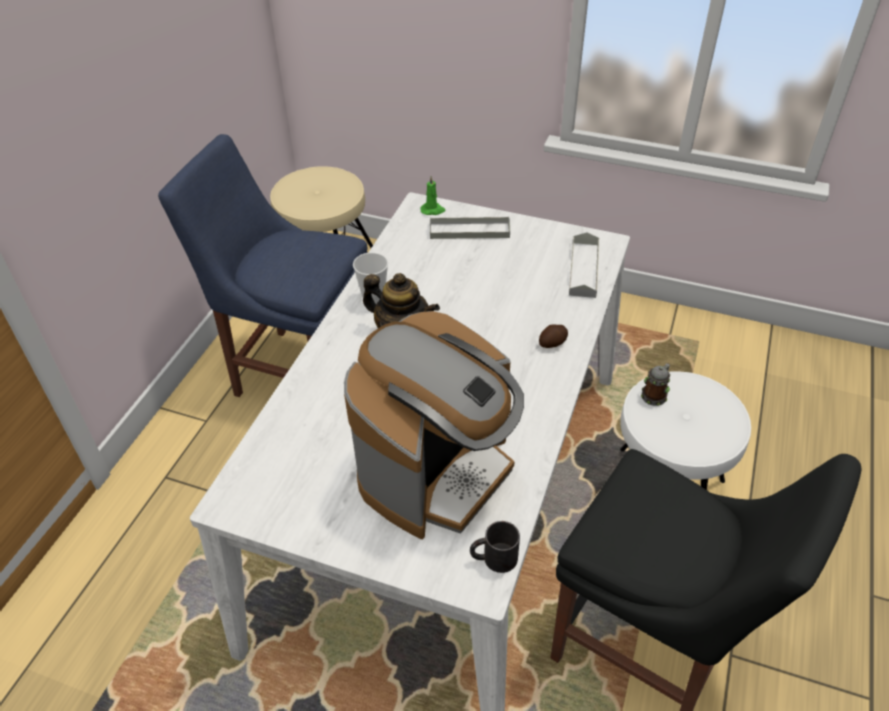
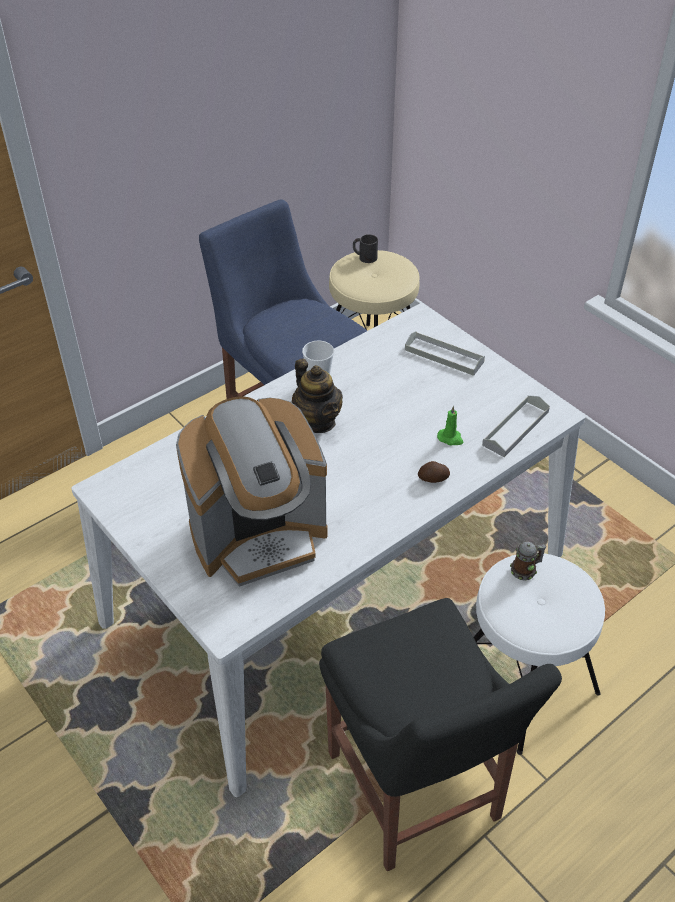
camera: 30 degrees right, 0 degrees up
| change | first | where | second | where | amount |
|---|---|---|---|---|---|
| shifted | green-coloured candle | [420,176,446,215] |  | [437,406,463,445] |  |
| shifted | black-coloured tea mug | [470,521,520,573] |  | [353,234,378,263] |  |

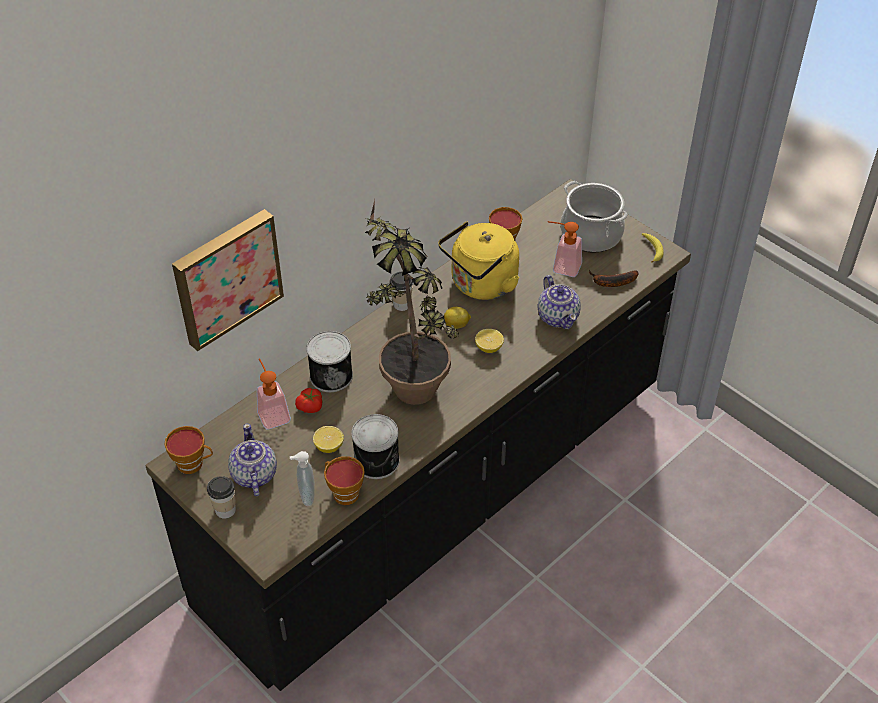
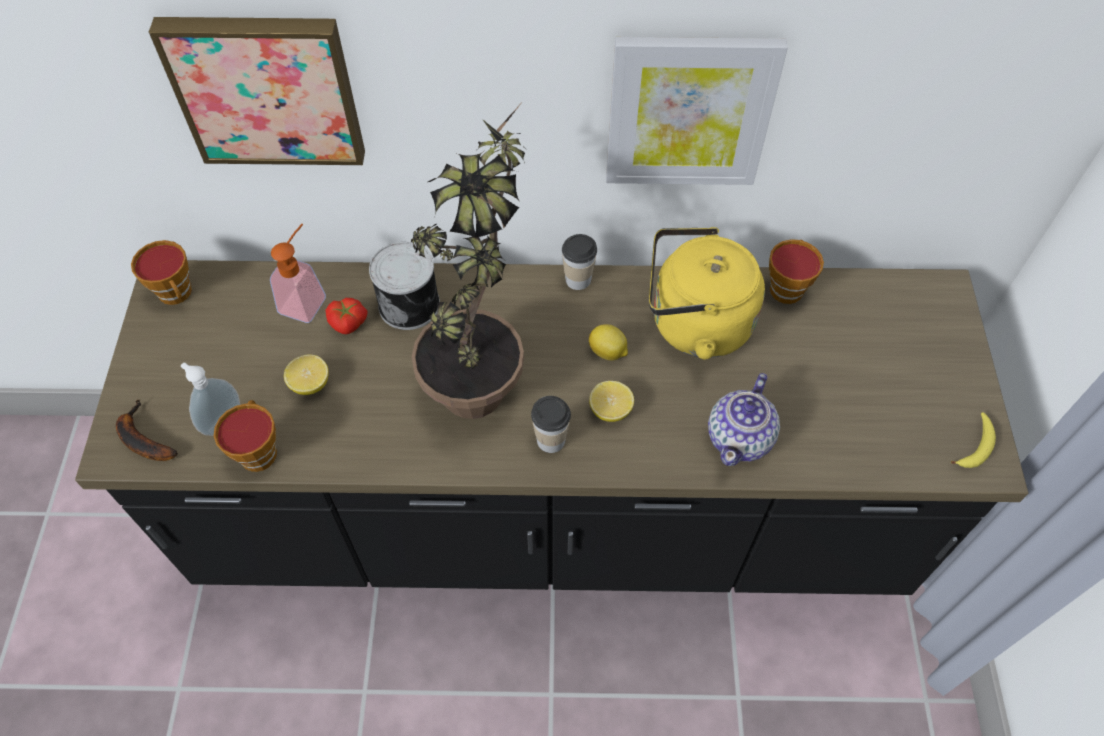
camera: 45 degrees right, 10 degrees up
| change | first | where | second | where | amount |
|---|---|---|---|---|---|
| gone | pot for tea | [228,423,277,496] |  |  |  |
| gone | metal can | [352,414,400,479] |  |  |  |
| gone | liquid soap bottle | [548,221,582,277] |  |  |  |
| gone | saucepot | [560,181,628,253] |  |  |  |
| new |  |  | wall picture | [606,37,788,185] |  |
| shifted | cup | [207,476,236,519] |  | [531,396,571,453] |  |
| shifted | whole banana | [589,269,638,287] |  | [116,399,178,461] |  |

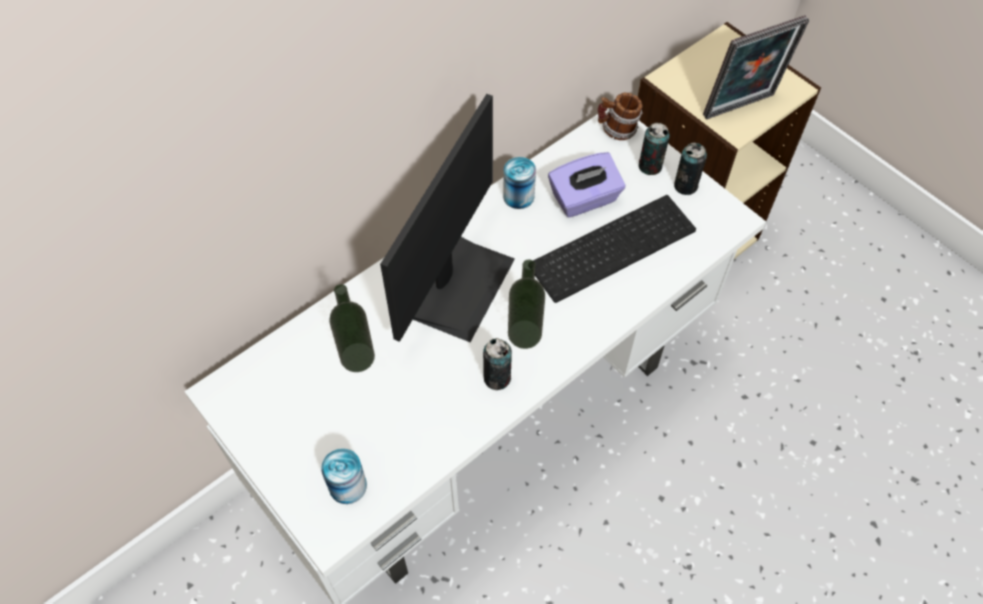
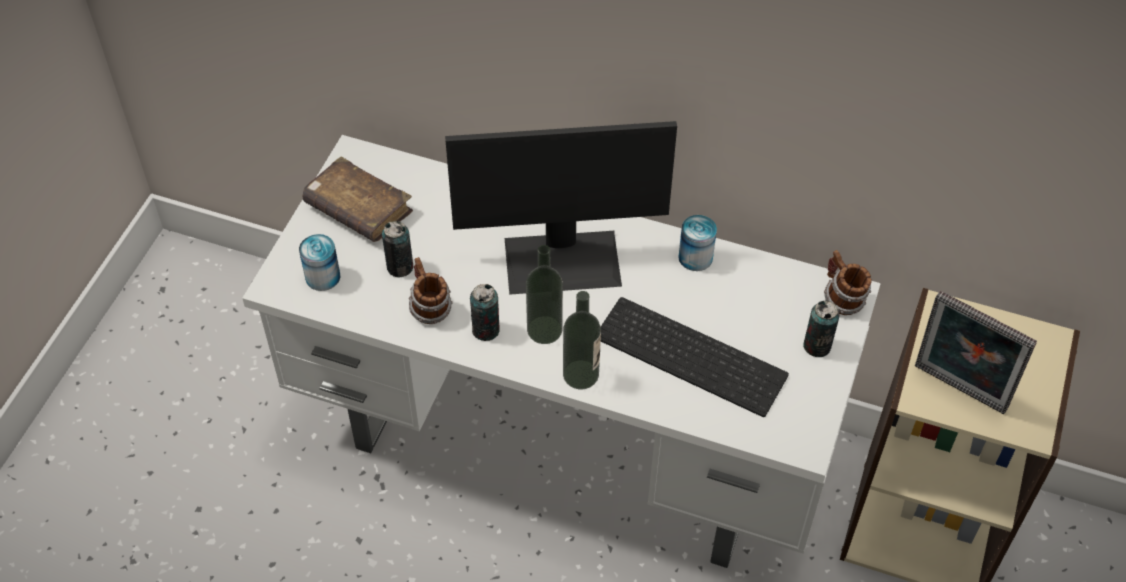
camera: 60 degrees right, 5 degrees down
| change | first | where | second | where | amount |
|---|---|---|---|---|---|
| gone | purple-coloured tissue holder | [548,152,625,217] |  |  |  |
| new |  |  | brown book | [302,157,413,242] |  |
| new |  |  | tea mug | [409,257,452,324] |  |
| shifted | beverage bottle | [329,284,375,372] |  | [563,291,601,389] |  |
| shifted | metal can | [674,143,707,195] |  | [382,221,413,277] |  |

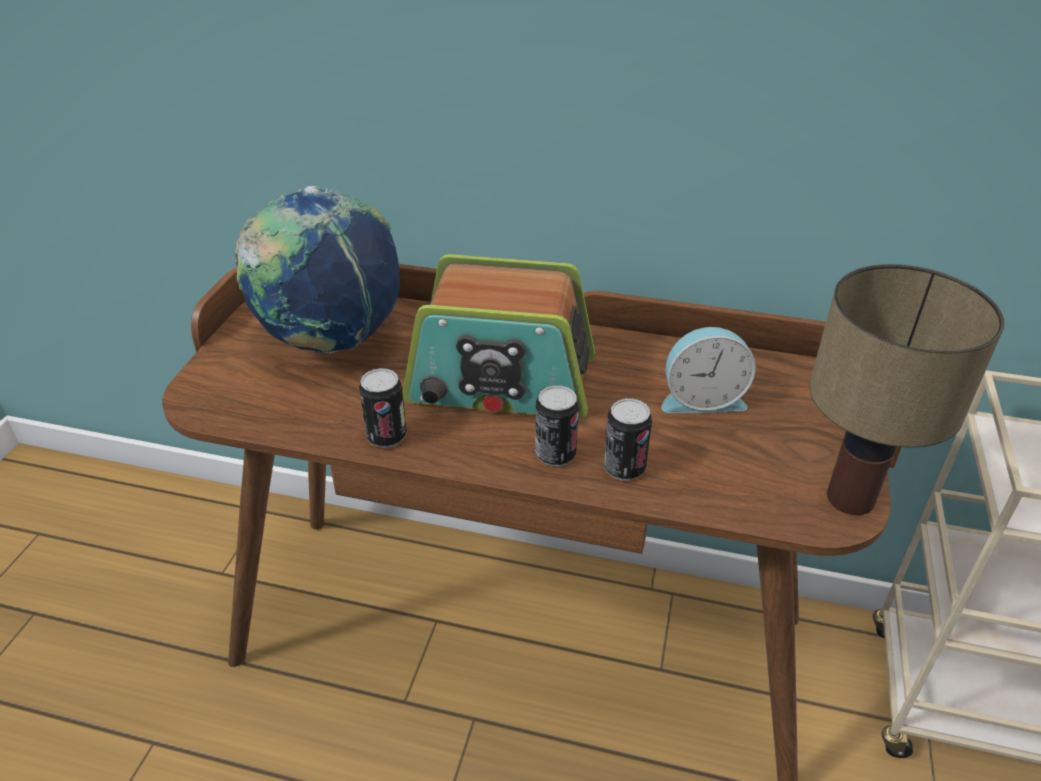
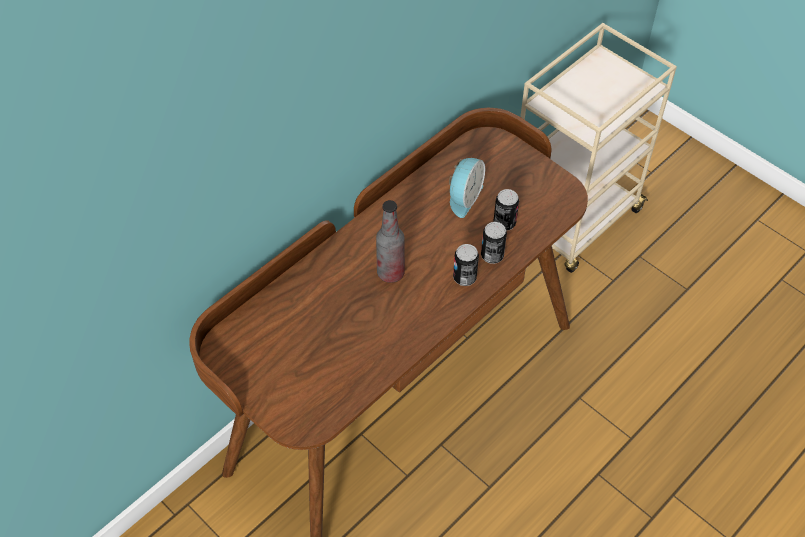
camera: 60 degrees left, 15 degrees up
| change | first | where | second | where | amount |
|---|---|---|---|---|---|
| gone | globe | [235,186,399,354] |  |  |  |
| gone | lamp for a table | [809,264,1004,515] |  |  |  |
| shifted | metal can | [359,368,407,448] |  | [493,189,519,231] |  |
| swapped | radio | [402,254,595,419] | beverage bottle | [376,200,405,283] |  |

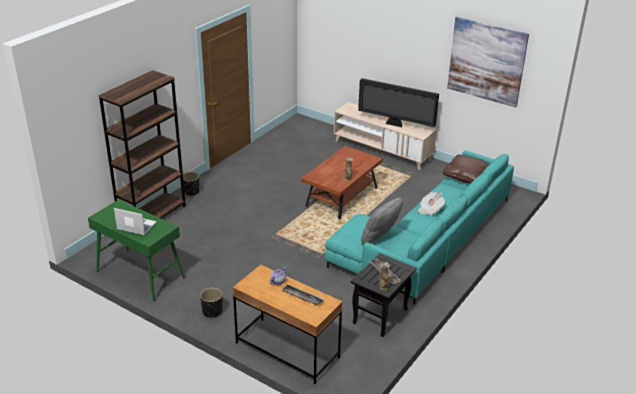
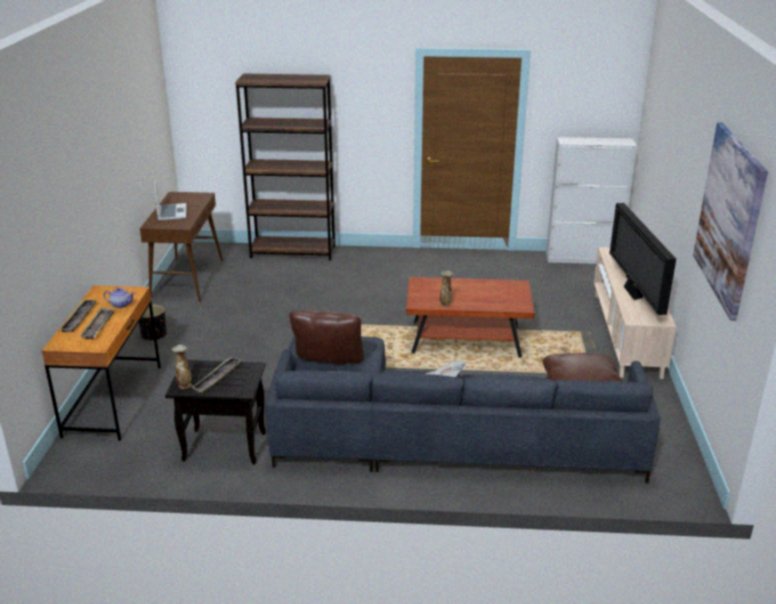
camera: 60 degrees right, 5 degrees down
| change | first | where | second | where | amount |
|---|---|---|---|---|---|
| gone | black-coloured plant pot | [183,172,200,196] |  |  |  |
| new |  |  | tray | [60,300,96,332] |  |
| new |  |  | whitish cupboard | [546,137,637,264] |  |
| repainted | green-coloured hall table | [88,199,185,301] | brown hall table | [140,192,223,302] |  |
| repainted | turquoise-coloured sofa | [324,151,514,305] | greyish sofa | [266,335,660,483] |  |
| repainted | greyish pillow | [361,198,403,245] | brown pillow | [289,310,364,364] |  |

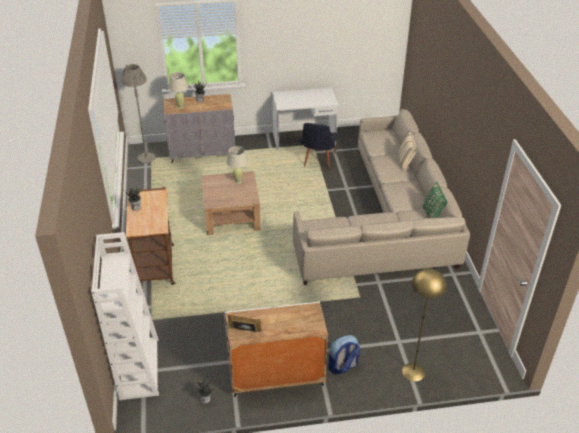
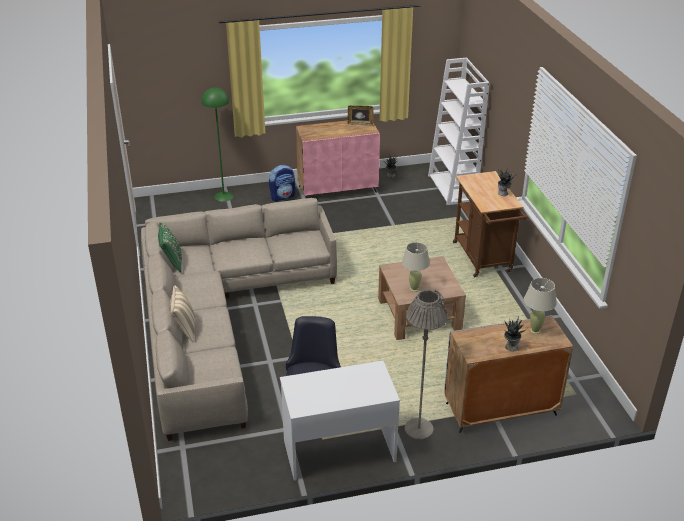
camera: 175 degrees right, 5 degrees down
| change | first | where | second | where | amount |
|---|---|---|---|---|---|
| shifted | greyish floor lamp | [122,64,155,163] |  | [405,290,448,440] |  |
| repainted | whitish cupboard | [225,301,328,397] | pink cupboard | [296,120,380,198] |  |
| repainted | yellowish floor lamp | [402,268,447,381] | green-coloured floor lamp | [201,87,233,202] |  |

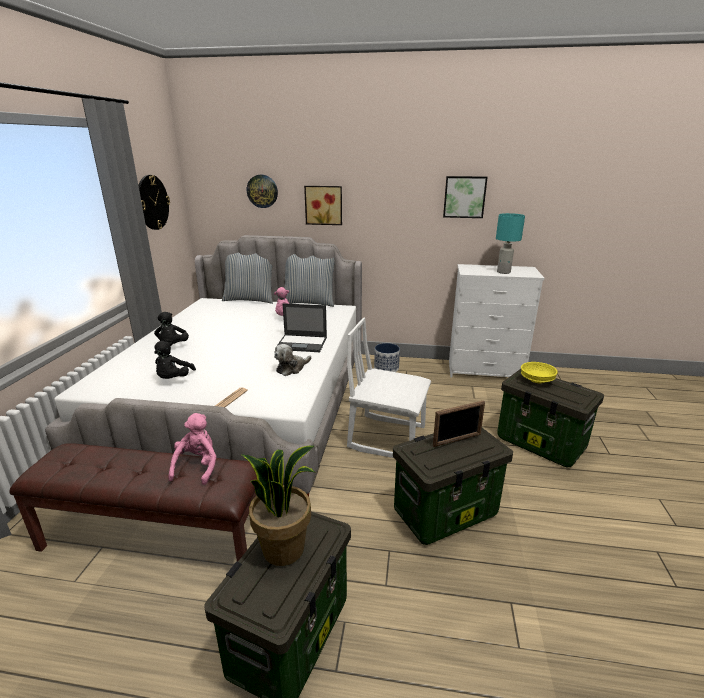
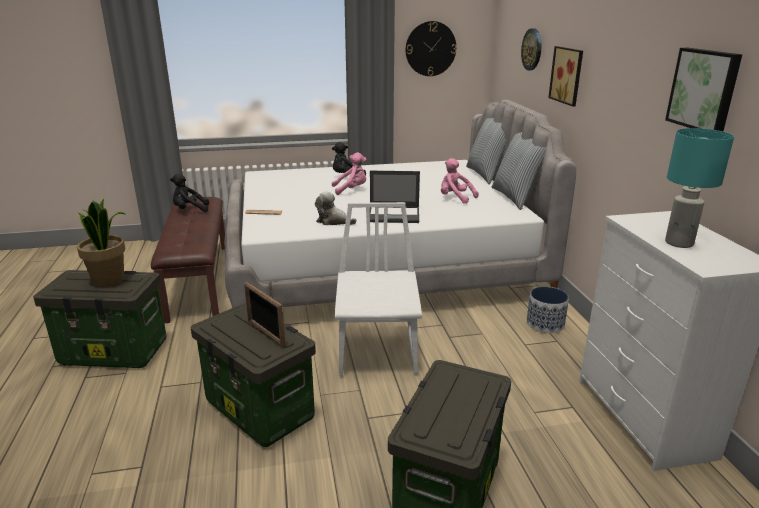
camera: 70 degrees right, 0 degrees up
| change | first | where | second | where | amount |
|---|---|---|---|---|---|
| gone | yellowish bowl | [521,362,558,383] |  |  |  |
| shifted | black-coloured cuddly toy | [154,341,196,379] |  | [170,174,209,212] |  |
| shifted | pink cuddly toy | [168,413,217,485] |  | [332,152,366,195] |  |
| rotated | notebook computer | [278,303,327,352] |  | [370,171,420,223] | 75 degrees counterclockwise |

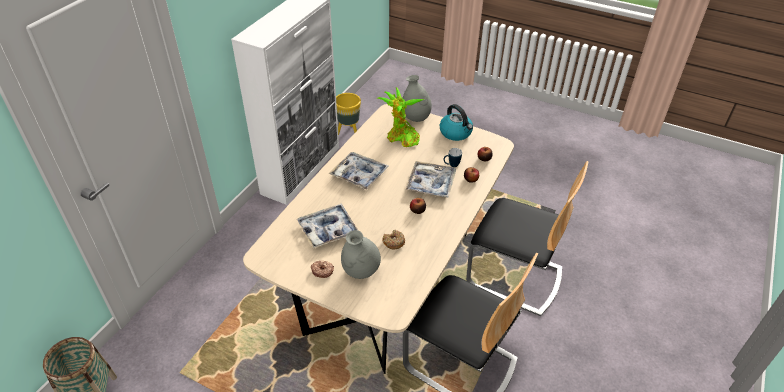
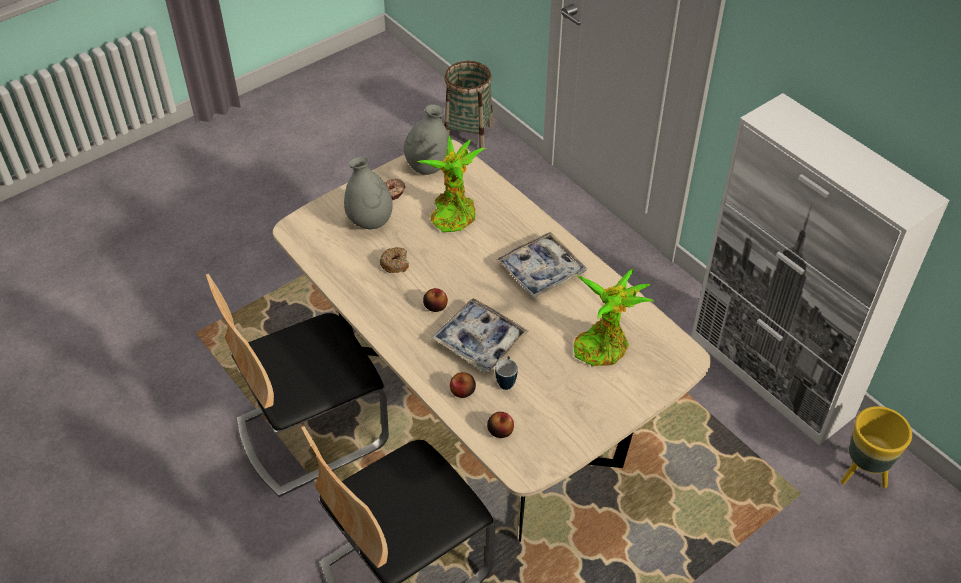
camera: 115 degrees right, 5 degrees up
| change | first | where | second | where | amount |
|---|---|---|---|---|---|
| gone | kettle | [440,104,473,141] |  |  |  |
| shifted | greyish flower vase | [403,75,432,122] |  | [404,104,448,175] |  |
| swapped | tray | [297,204,358,249] | plant in a pot | [416,136,486,232] |  |

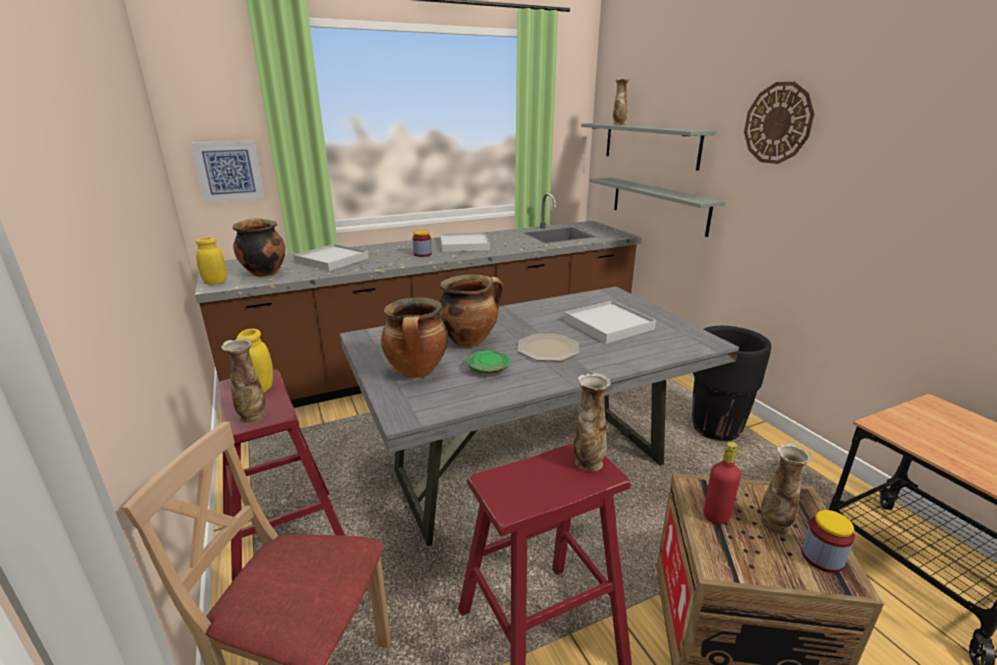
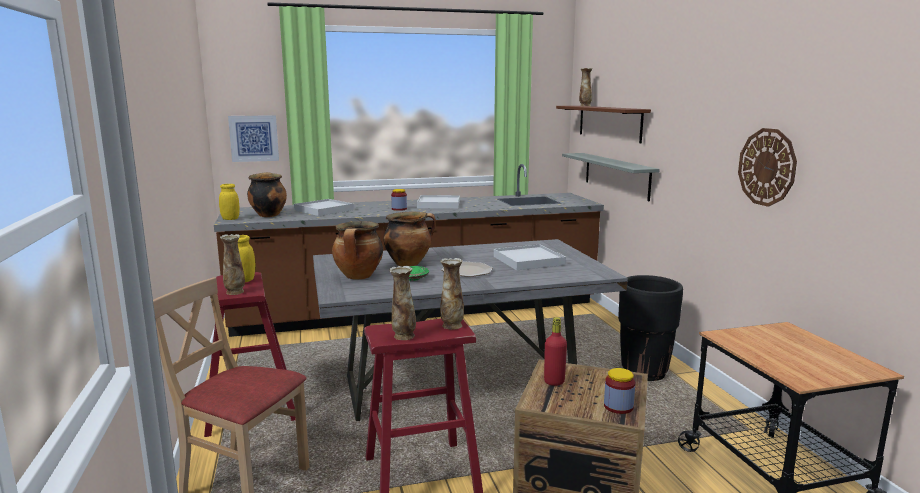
camera: 10 degrees right, 10 degrees down
| change | first | where | second | where | amount |
|---|---|---|---|---|---|
| shifted | wall clock | [744,82,815,164] |  | [738,128,797,207] |  |
| shifted | flower vase | [760,443,812,534] |  | [389,266,416,340] |  |
| repainted | greyish bracket shelf | [581,123,716,171] | brown bracket shelf | [556,106,651,143] |  |

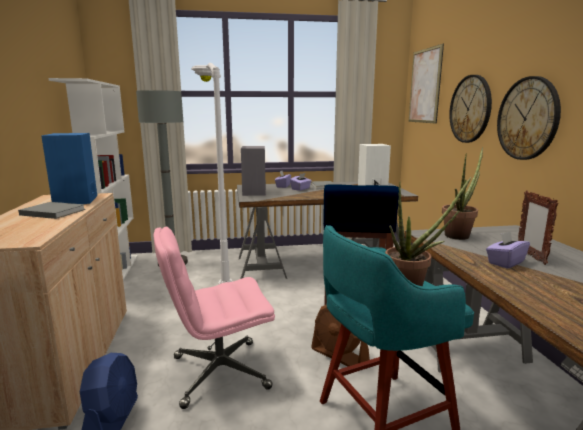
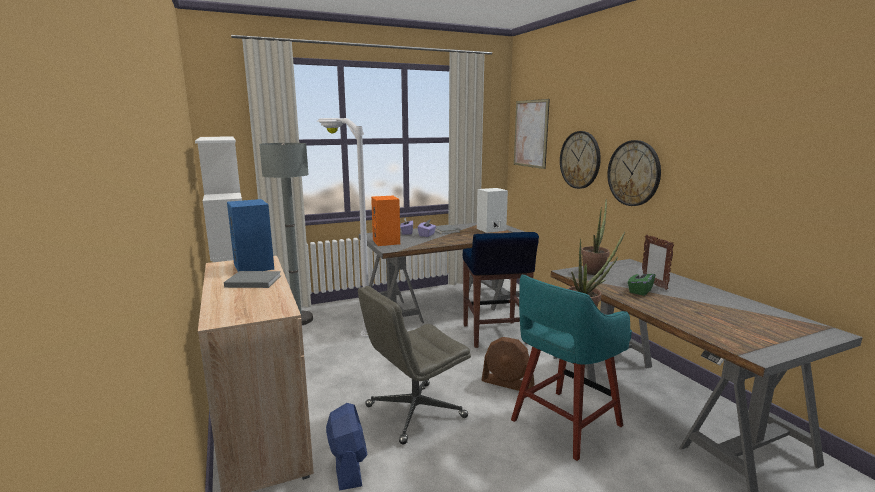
camera: 15 degrees left, 0 degrees up
| change | first | where | second | where | amount |
|---|---|---|---|---|---|
| repainted | pink desk chair | [154,226,275,409] | greyish desk chair | [358,286,471,445] |  |
| repainted | greyish speaker | [241,146,266,196] | orangey speaker | [371,196,400,246] |  |
| repainted | purple-coloured tissue holder | [486,231,530,269] | green-coloured tissue holder | [628,267,655,296] |  |

